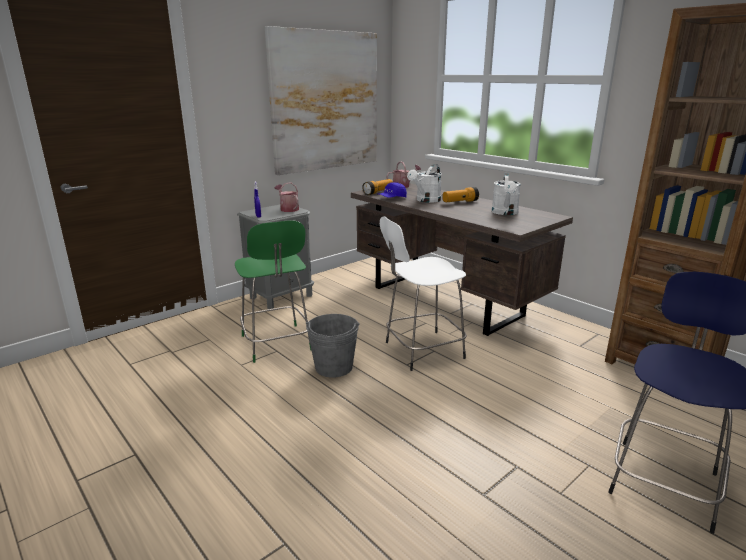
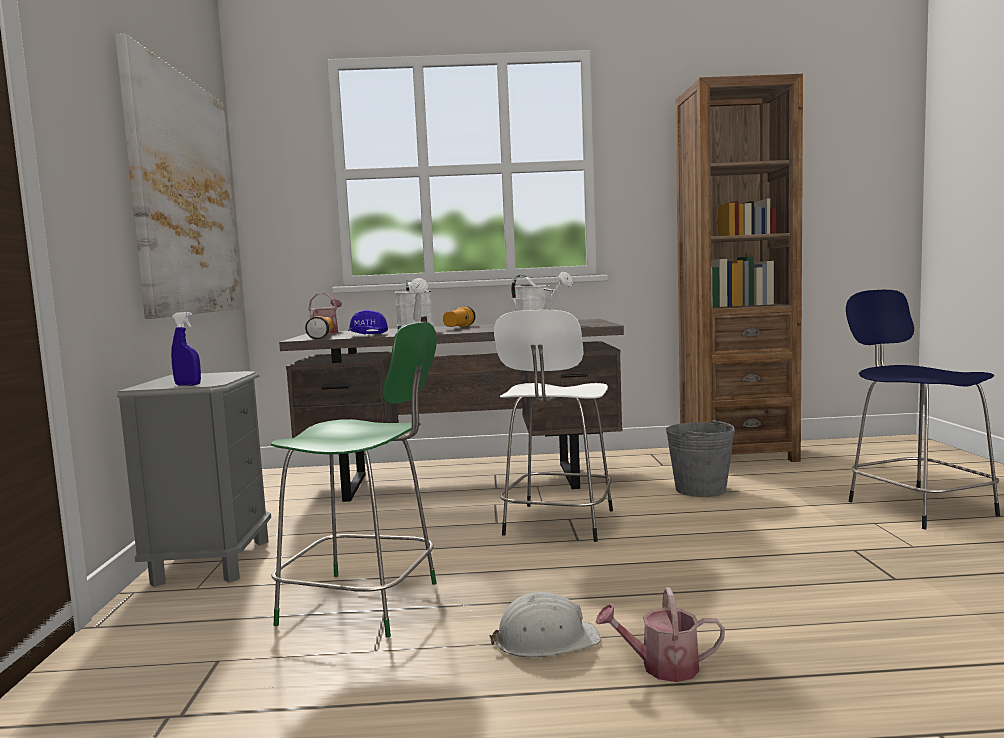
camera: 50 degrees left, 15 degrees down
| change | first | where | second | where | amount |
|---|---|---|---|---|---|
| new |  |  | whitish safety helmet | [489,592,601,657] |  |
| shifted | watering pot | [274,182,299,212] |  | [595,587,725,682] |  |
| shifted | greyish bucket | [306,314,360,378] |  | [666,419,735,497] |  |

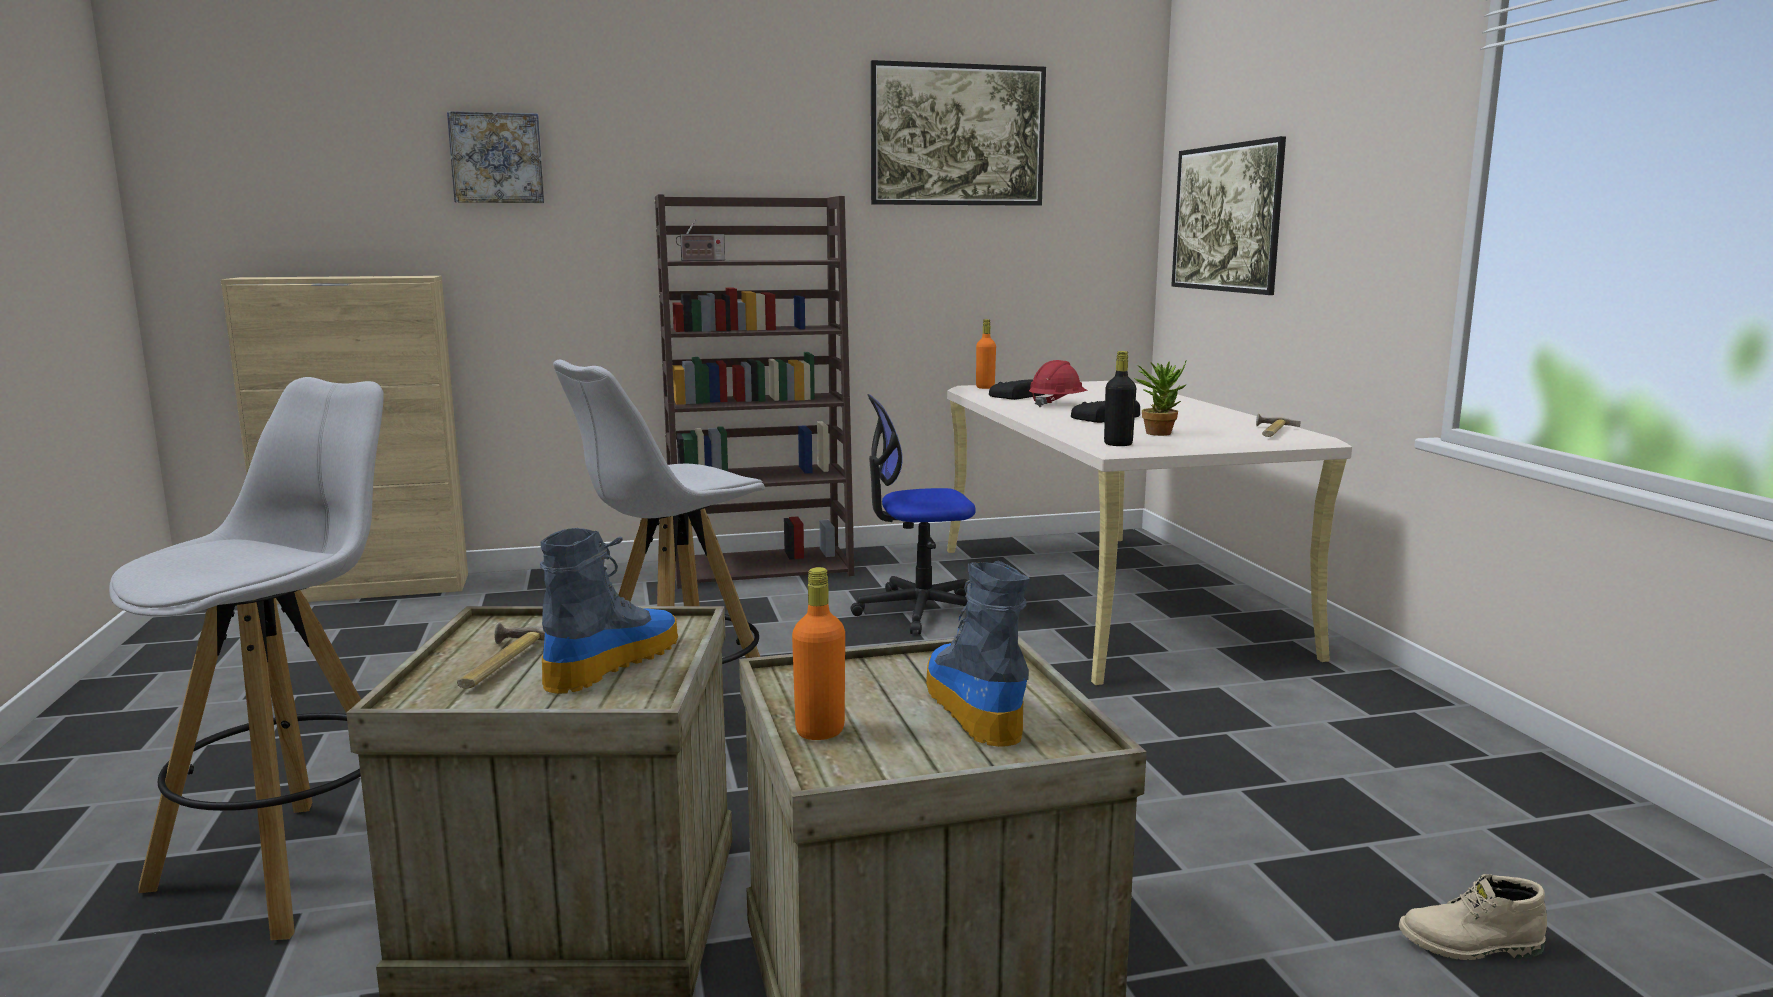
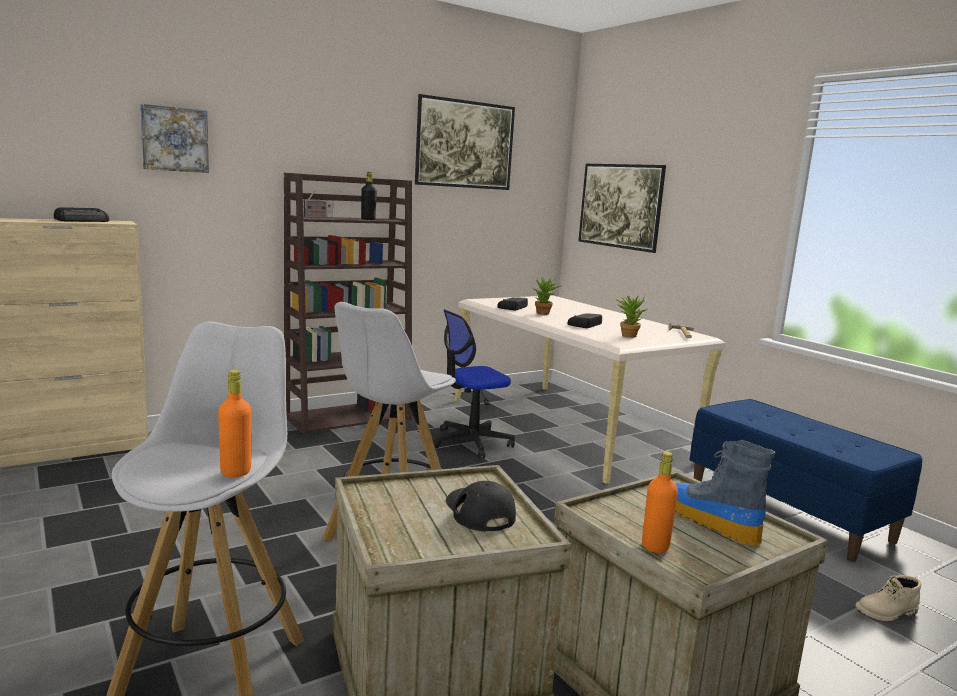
camera: 20 degrees left, 0 degrees up
| change | first | where | second | where | amount |
|---|---|---|---|---|---|
| gone | hammer | [457,622,545,689] |  |  |  |
| new |  |  | radio | [54,207,109,222] |  |
| new |  |  | bluish long seat | [690,399,922,562] |  |
| shifted | orangey beverage bottle | [976,319,996,389] |  | [218,370,251,478] |  |
| shifted | black-coloured beverage bottle | [1104,351,1136,446] |  | [361,172,377,220] |  |
| swapped | tall boot | [540,528,678,694] | black-coloured peaked cap | [446,481,516,532] |  |
| swapped | red-coloured safety helmet | [1029,360,1088,407] | plant in a pot | [532,277,561,315] |  |

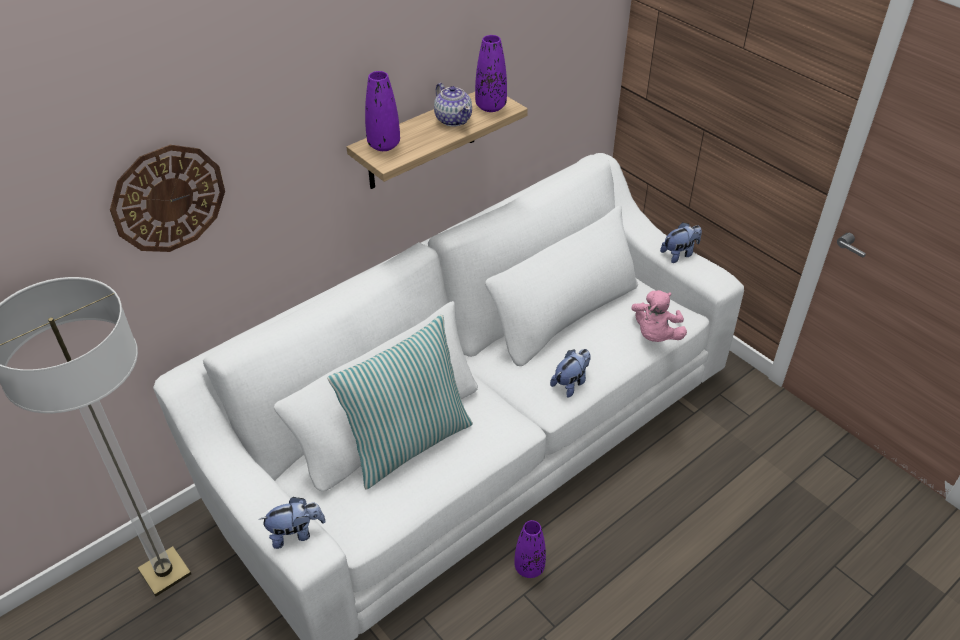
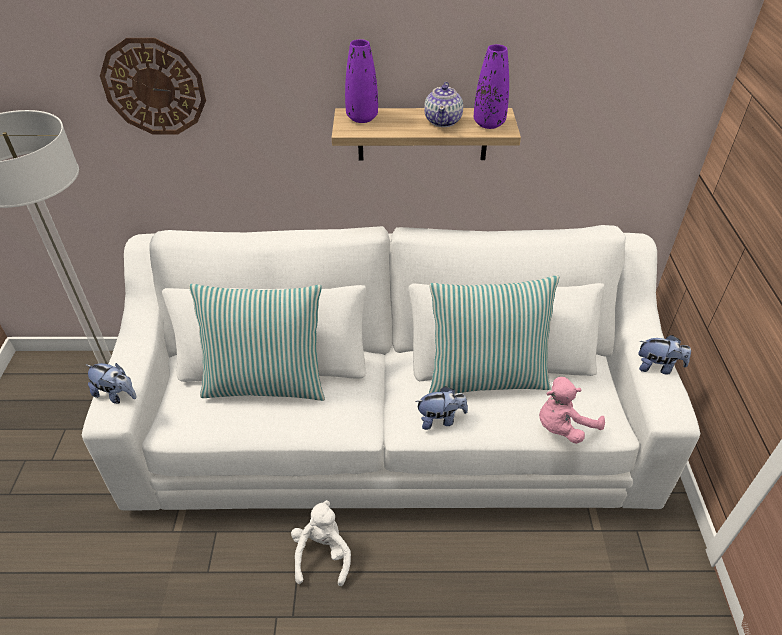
camera: 40 degrees right, 0 degrees up
| change | first | where | second | where | amount |
|---|---|---|---|---|---|
| new |  |  | pillow | [429,275,559,394] |  |
| swapped | purple-coloured flower vase | [515,520,546,578] | whitish cuddly toy | [291,500,351,586] |  |

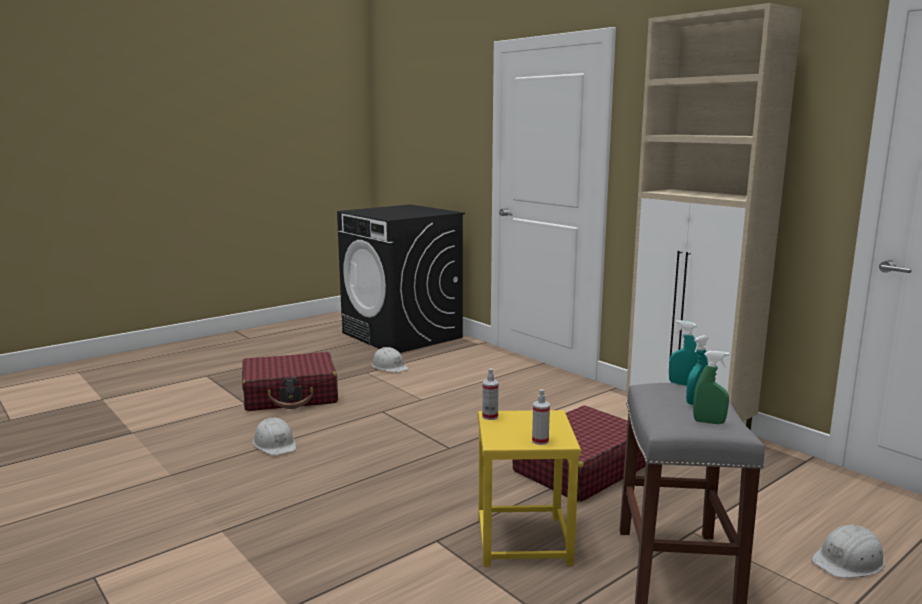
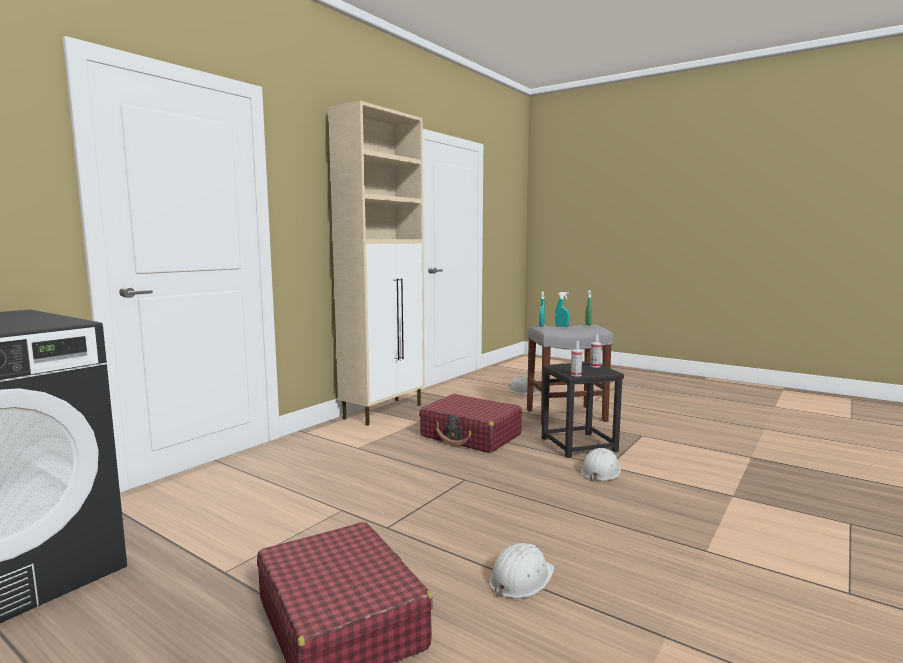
camera: 105 degrees left, 5 degrees down
| change | first | where | second | where | amount |
|---|---|---|---|---|---|
| shifted | whitish safety helmet | [371,347,409,373] |  | [581,448,621,481] |  |
| repainted | yellowish stool seat | [478,410,581,567] | black-coloured stool seat | [542,362,624,458] |  |

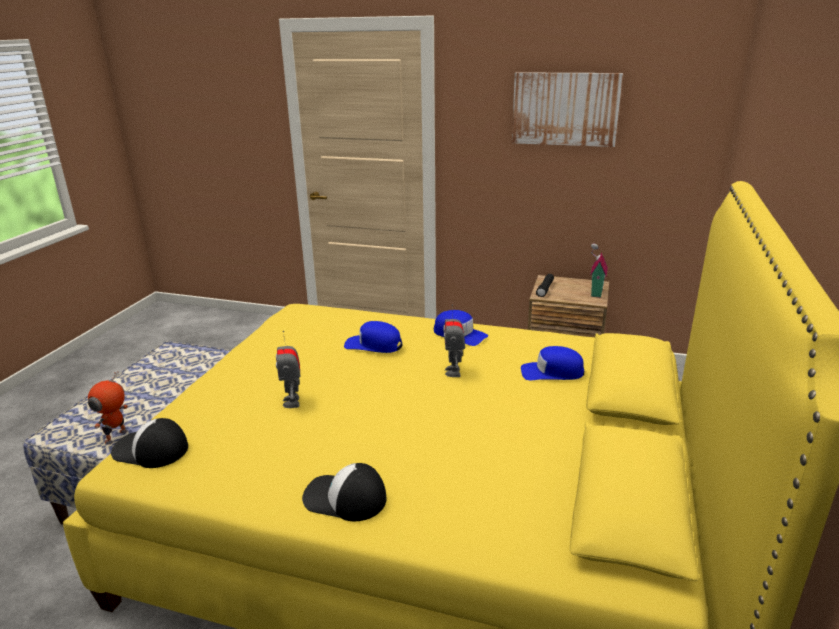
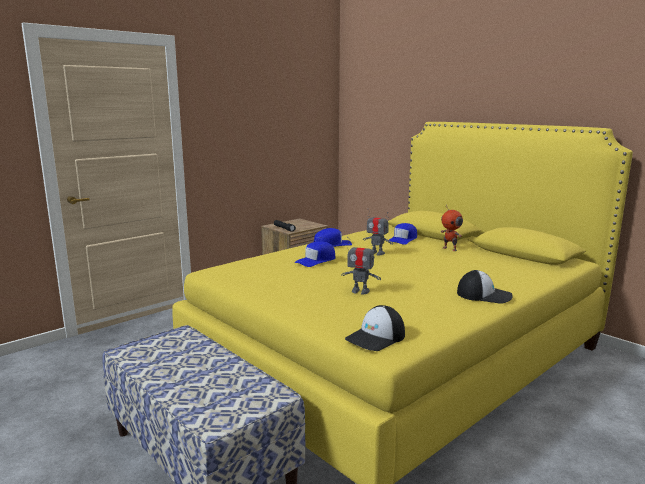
camera: 60 degrees left, 10 degrees down
| change | first | where | second | where | amount |
|---|---|---|---|---|---|
| gone | wall picture | [512,72,623,147] |  |  |  |
| gone | miniature house | [590,243,608,298] |  |  |  |
| shifted | model robot | [88,371,128,444] |  | [441,206,463,251] |  |
| rotated | peaked cap | [302,463,387,521] |  | [457,270,513,303] | 120 degrees counterclockwise |

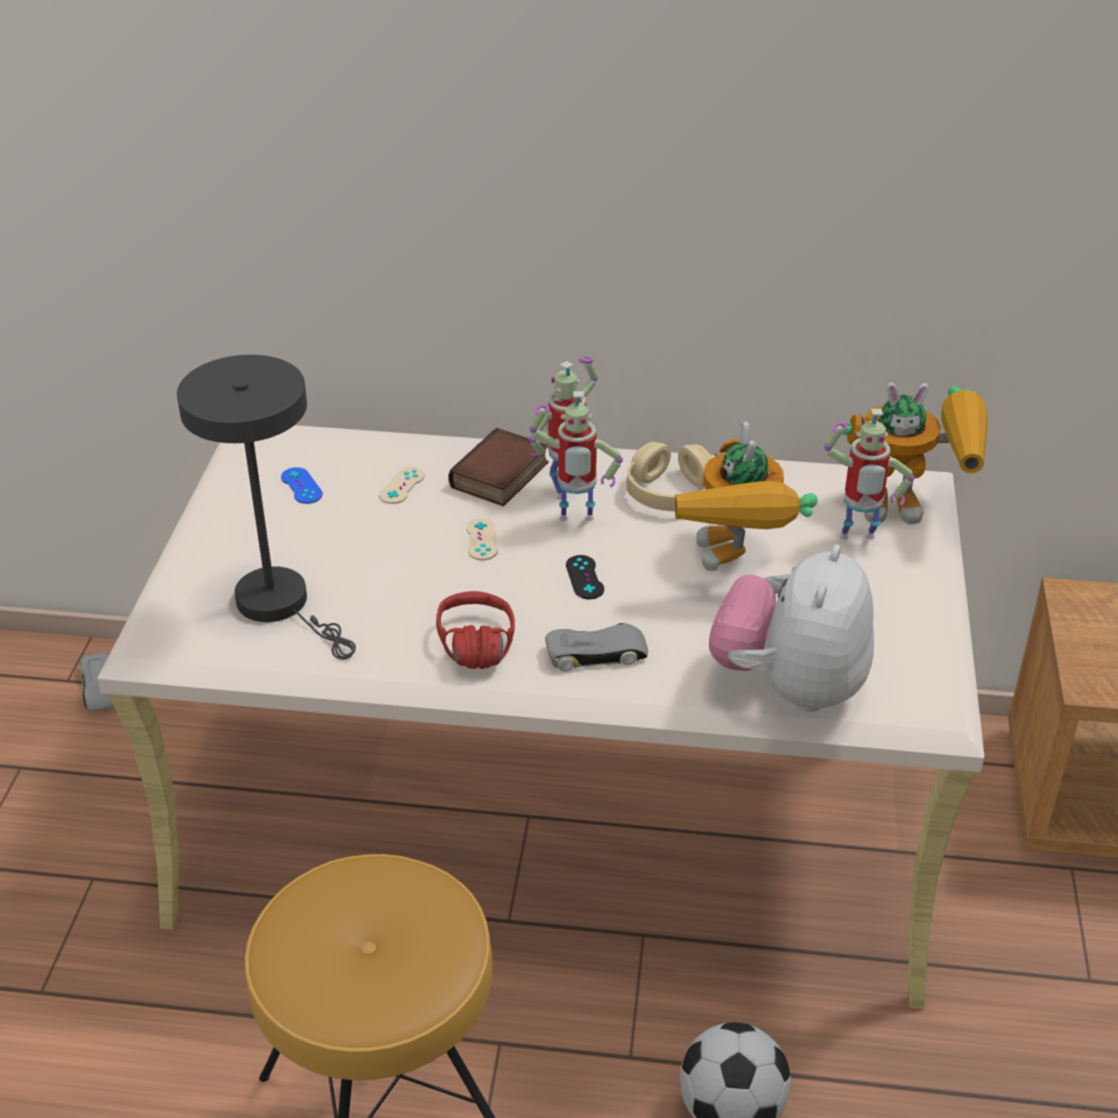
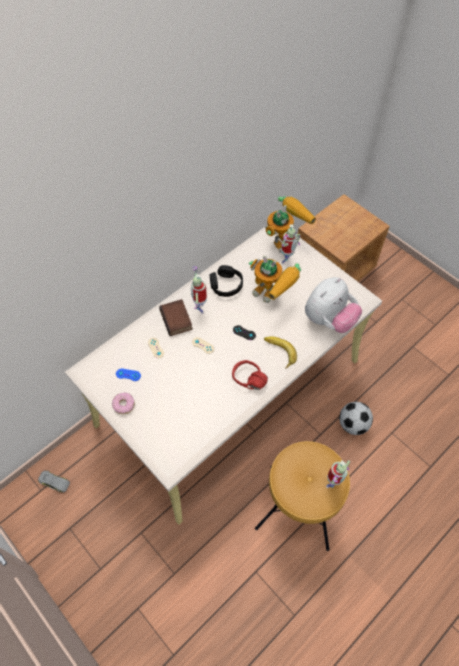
camera: 50 degrees left, 20 degrees up
| change | first | where | second | where | amount |
|---|---|---|---|---|---|
| gone | greyish lamp for a table | [177,355,356,660] |  |  |  |
| new |  |  | ring doughnut | [112,393,135,414] |  |
| shifted | model robot | [529,391,623,521] |  | [326,460,350,488] |  |
| swapped | greyish model car | [545,623,648,672] | whole banana | [264,336,297,369] |  |
| repainted | beige headphones | [626,442,713,511] | black-coloured headphones | [210,265,243,297] |  |
| rotated | cuddly toy | [709,544,874,712] |  | [305,277,362,333] | 105 degrees counterclockwise |

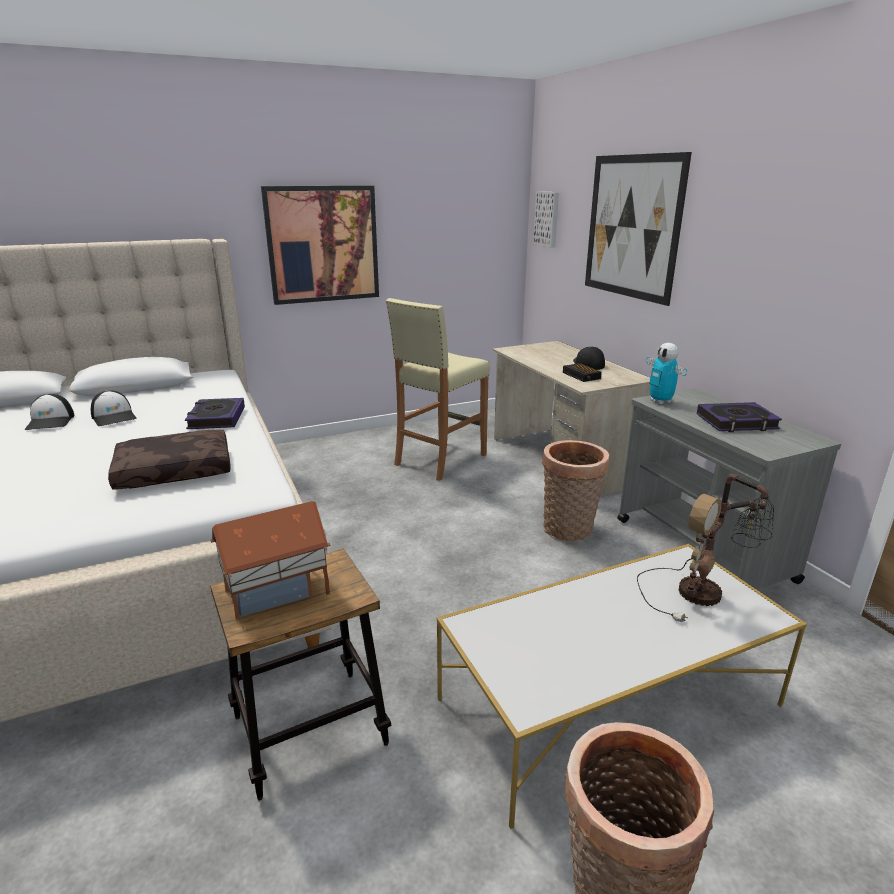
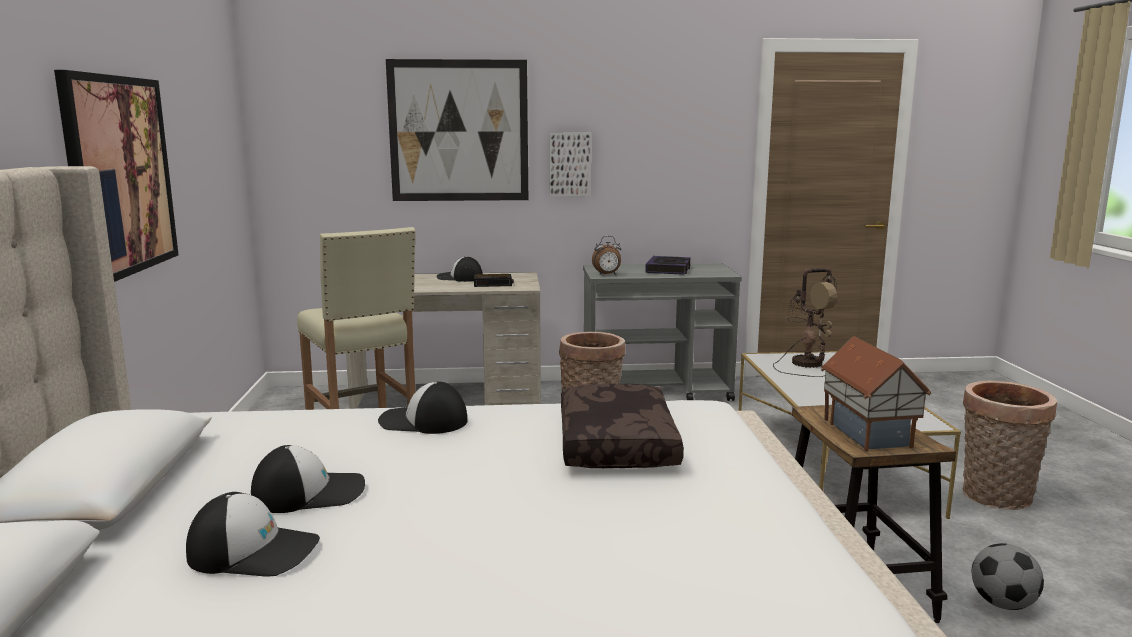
camera: 70 degrees left, 10 degrees down
| change | first | where | second | where | amount |
|---|---|---|---|---|---|
| new |  |  | football ball | [972,543,1044,610] |  |
| shifted | wall picture | [533,191,559,247] |  | [549,133,591,197] |  |
| swapped | book | [185,398,245,429] | peaked cap | [378,382,468,434] |  |
| swapped | model robot | [646,343,687,404] | alarm clock | [592,236,621,275] |  |

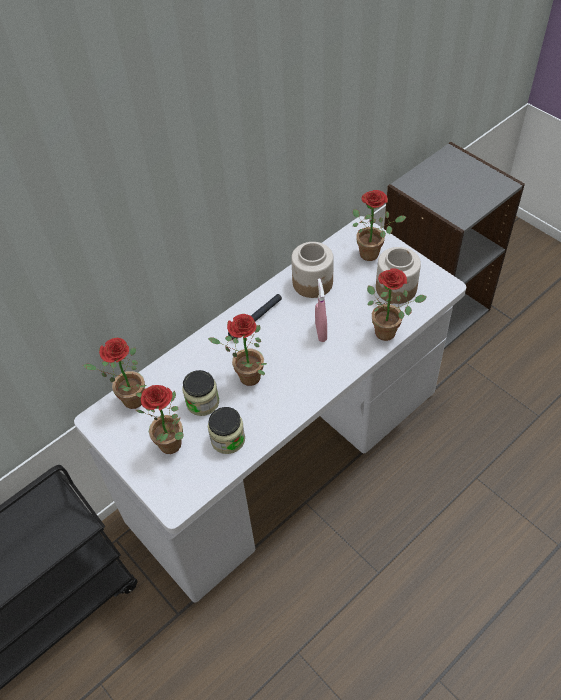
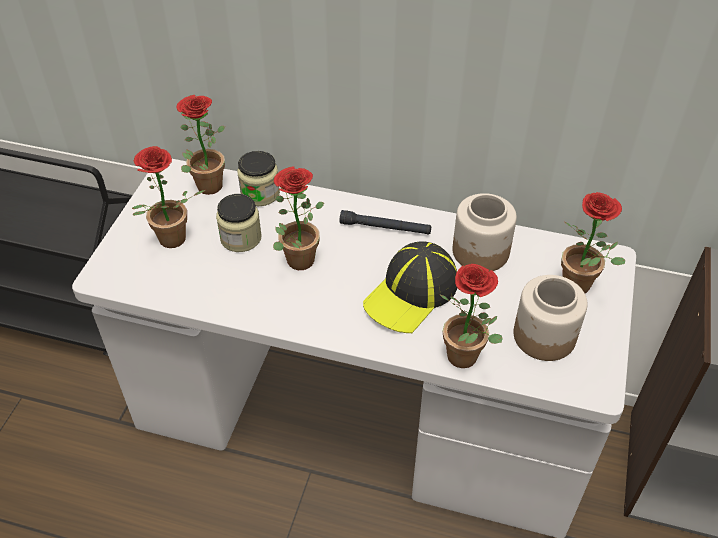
camera: 55 degrees right, 5 degrees down
| change | first | where | second | where | amount |
|---|---|---|---|---|---|
| shifted | preserve jar | [208,407,245,454] |  | [237,151,280,206] |  |
| swapped | pink hand sprayer | [315,278,327,342] | peaked cap | [363,241,457,333] |  |

